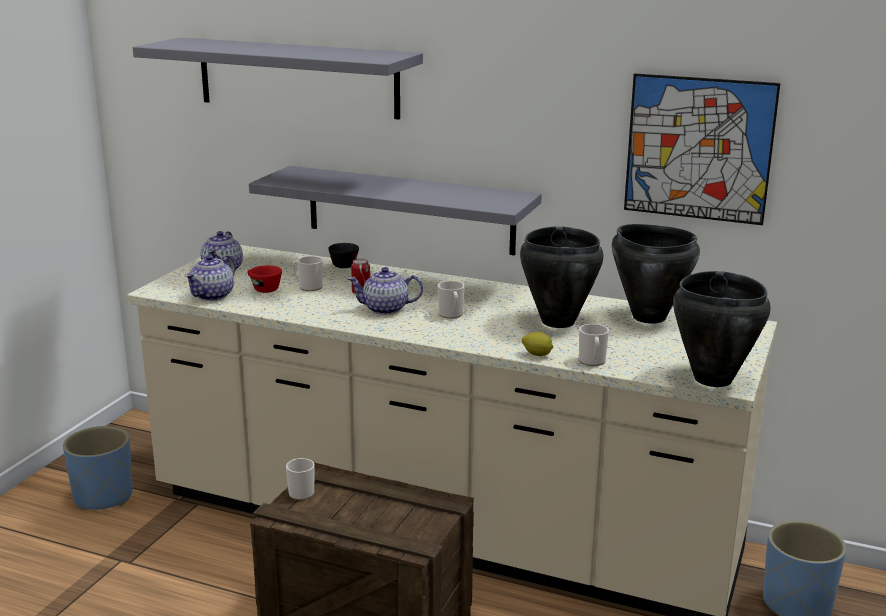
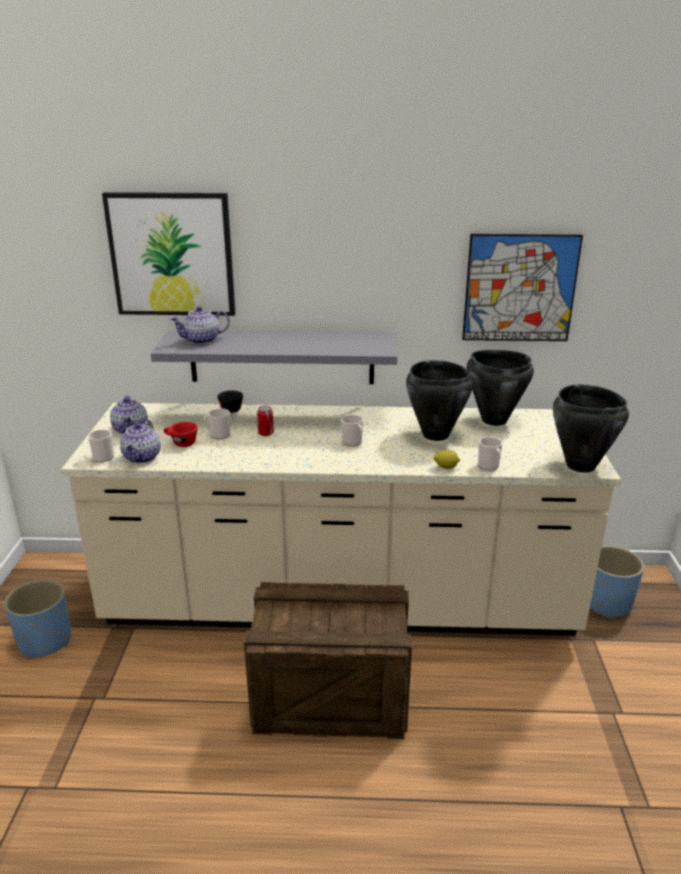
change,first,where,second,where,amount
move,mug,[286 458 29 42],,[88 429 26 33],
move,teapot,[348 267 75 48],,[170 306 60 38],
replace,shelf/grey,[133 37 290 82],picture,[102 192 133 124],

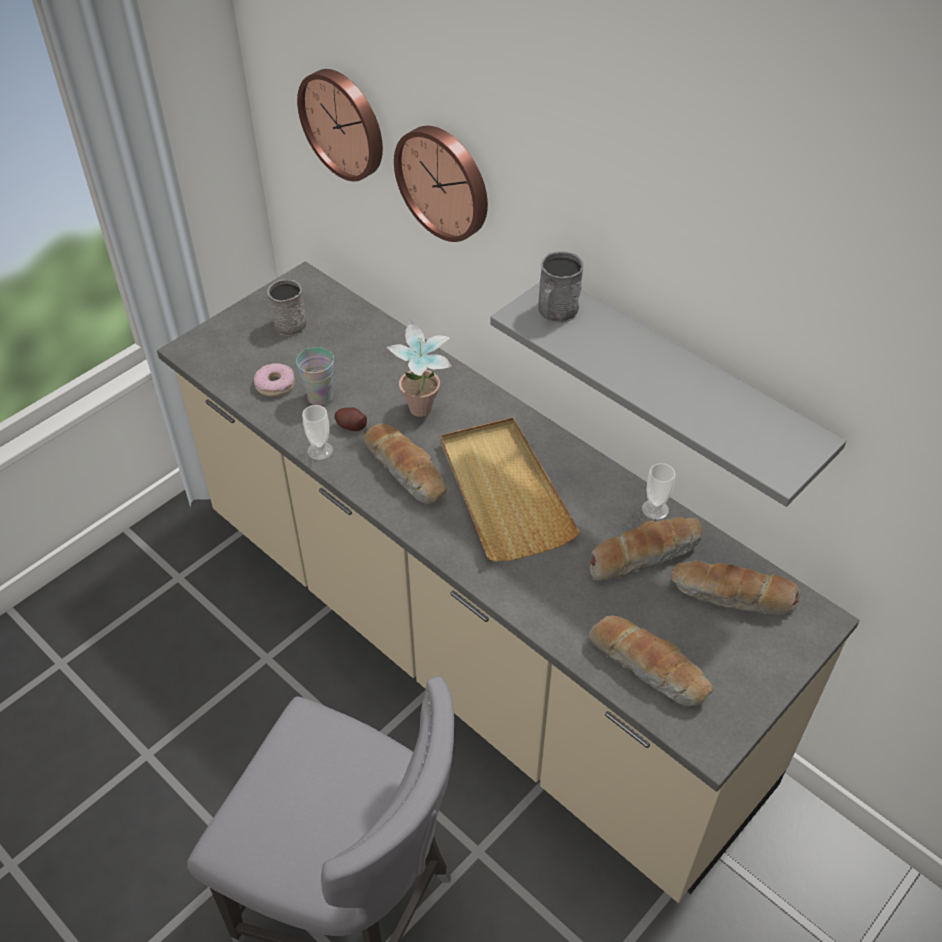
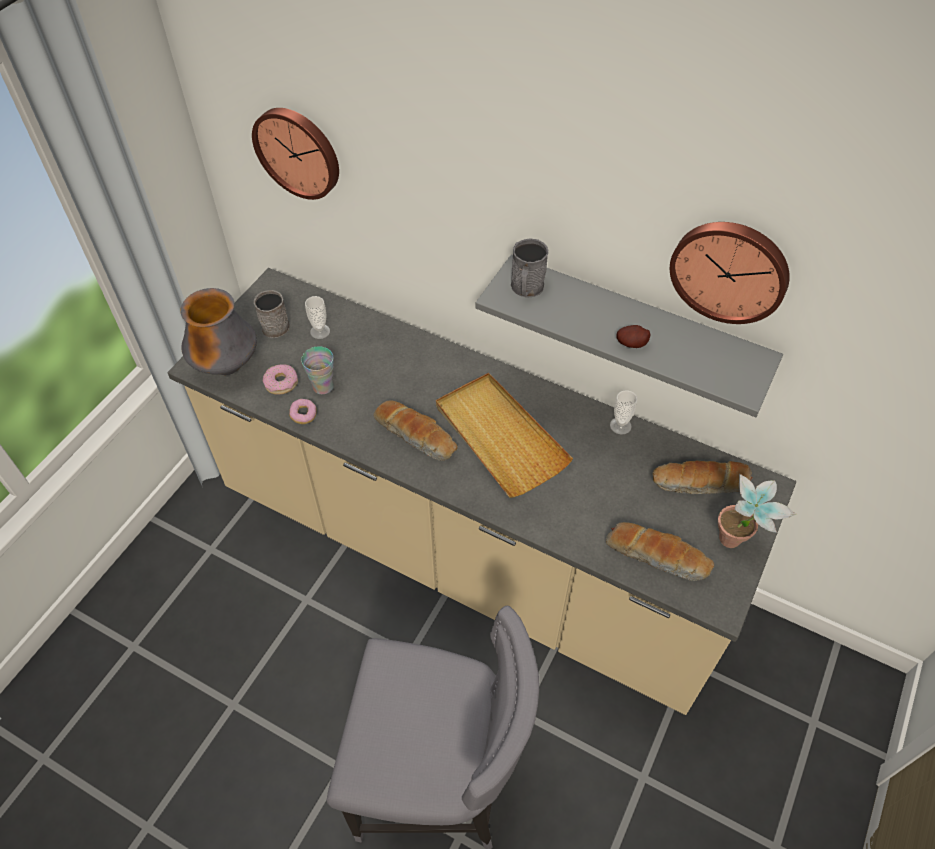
change,first,where,second,where,amount
delete,bread,[590 517 112 64],,,
insert,,,vase,[181 288 76 87],
insert,,,donut,[289 399 28 25],
move,cup,[302 405 31 55],,[305 296 25 43],
move,potato,[335 407 32 24],,[616 325 34 23],
move,potted plant,[387 319 65 98],,[718 474 78 74],
move,wall clock,[394 126 94 116],,[670 222 120 102],

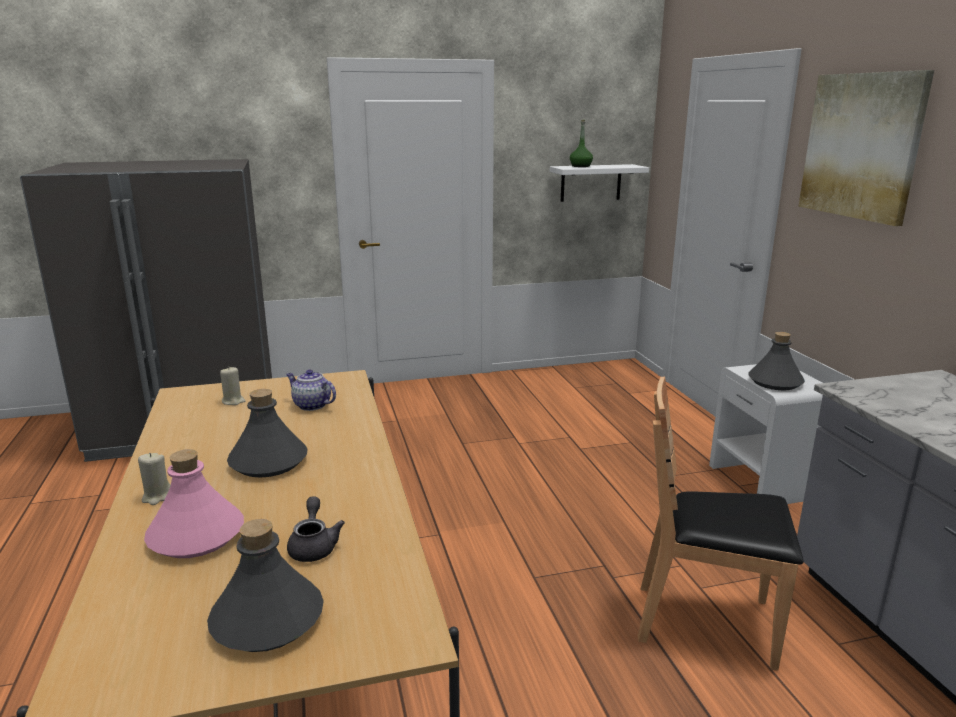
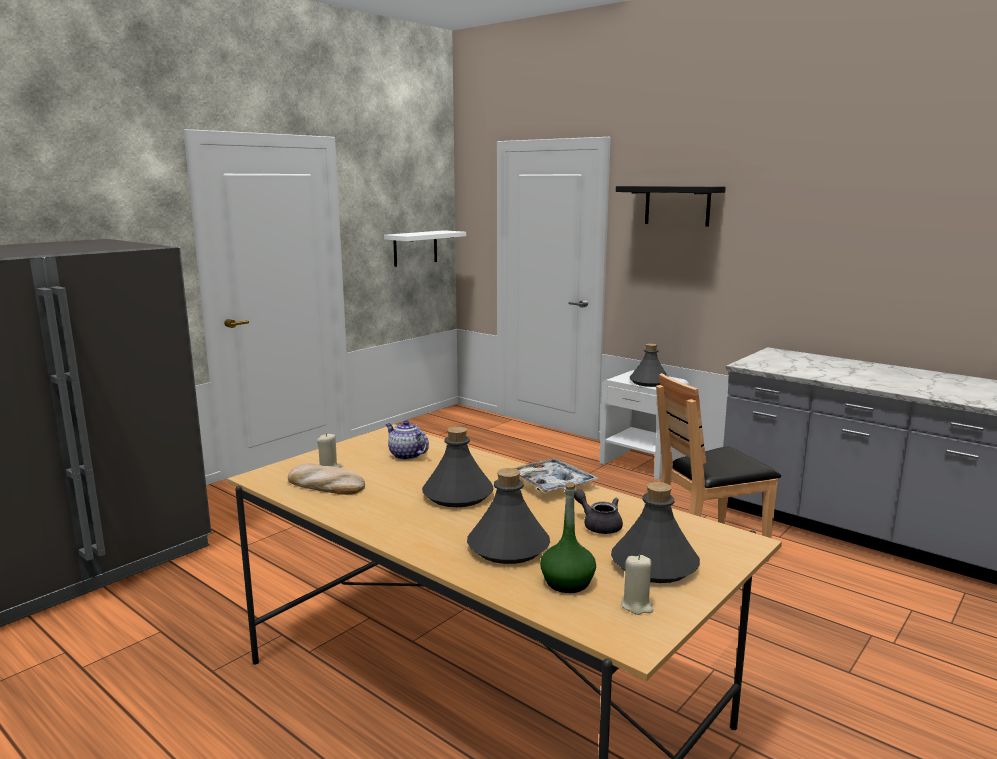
change,first,where,second,where,amount
insert,,,bread,[288 463 77 32],
insert,,,tray,[513 458 86 36],
move,candle/beige,[138 453 33 52],,[621 555 32 60],
move,bottle/green,[570 120 23 47],,[540 482 56 111],
replace,picture,[798 70 136 156],shelf/black,[616 186 110 40],
recolor,bottle/pink,[144 449 100 109],bottle/grey,[467 468 83 96],
rotate,teapot,[286 370 50 41],,[385 421 44 39],45 degrees clockwise

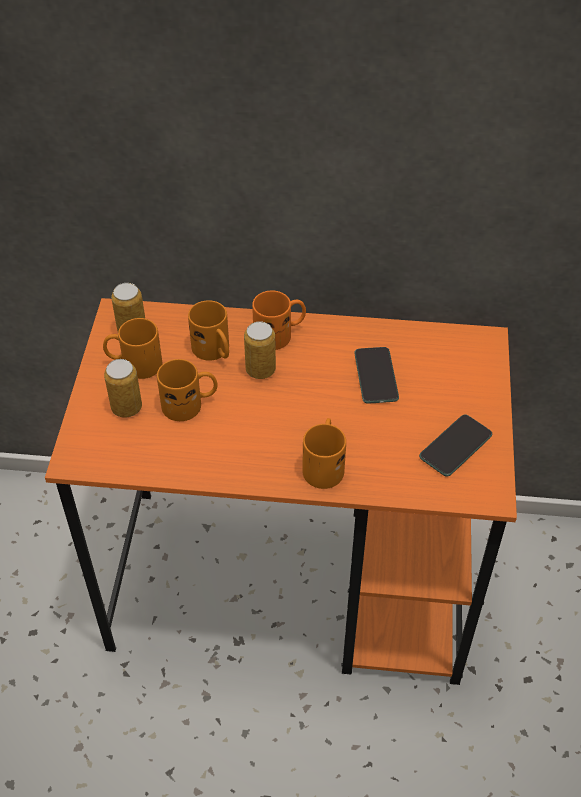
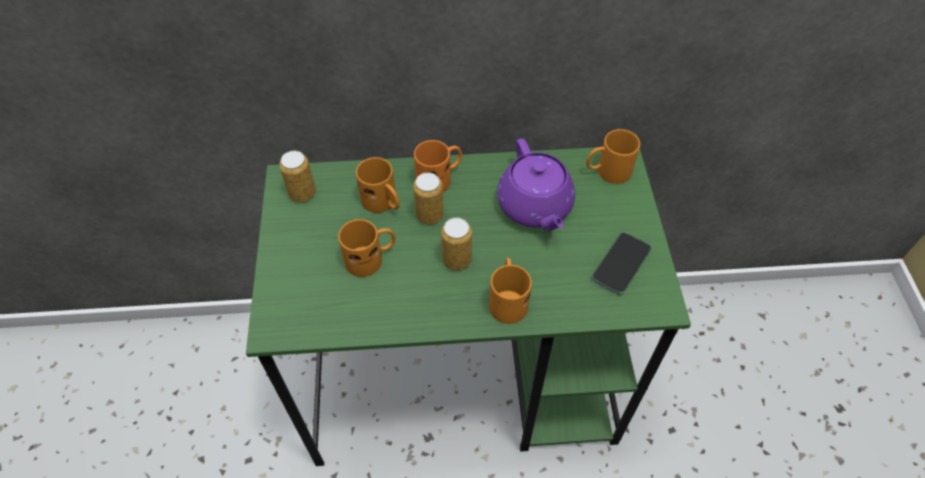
change,first,where,second,where,amount
move,mug/orange,[103 318 59 61],,[586 129 54 55],
move,can,[104 359 38 59],,[441 218 31 52],
replace,phone,[354 347 45 57],teapot/purple,[497 138 78 93],
recolor,desk/orange,[45 298 472 387],desk/green,[246 147 445 319],

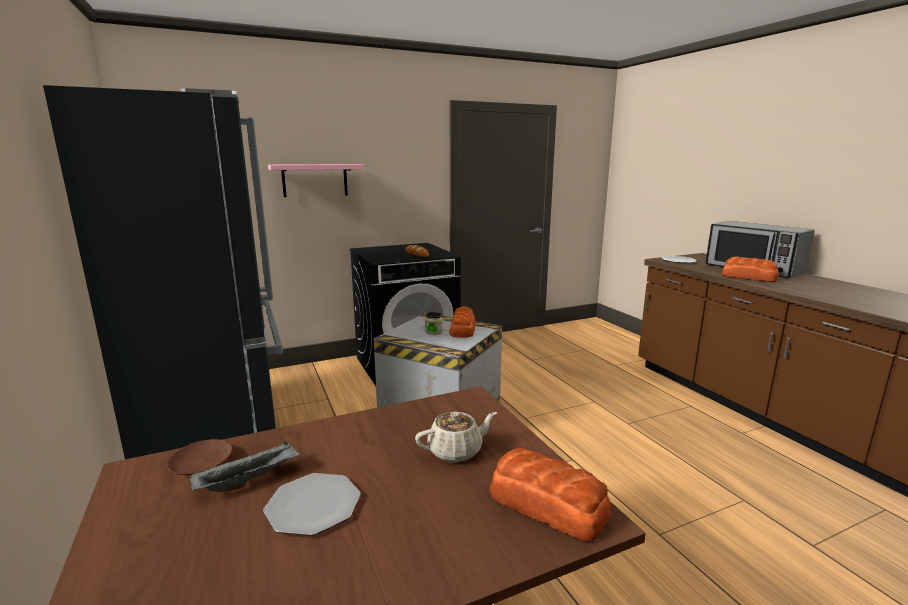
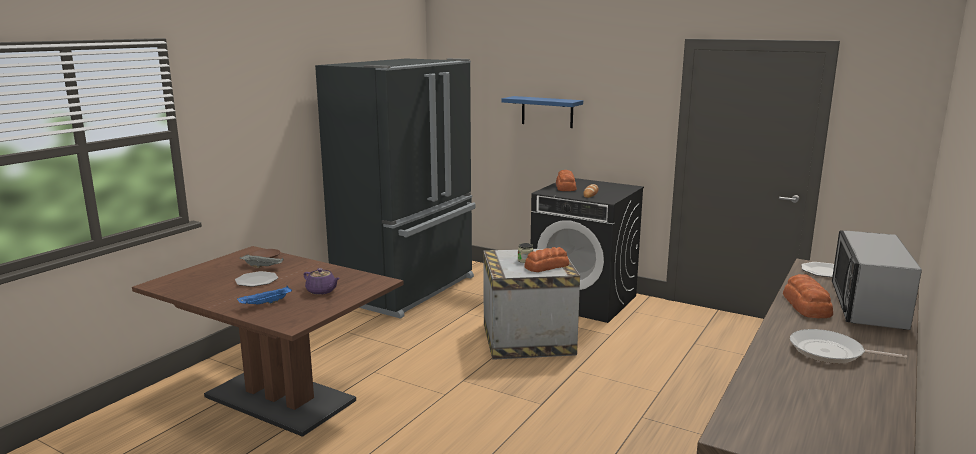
change,first,where,second,where,amount
insert,,,tray/blue,[237 286 55 18],
insert,,,frying pan,[790 329 117 34],
move,bread,[490 448 121 93],,[556 170 21 21],
recolor,shelf/pink,[268 164 96 33],shelf/blue,[501 96 82 32],
recolor,teapot/beige,[415 412 82 51],teapot/purple,[303 268 37 27],

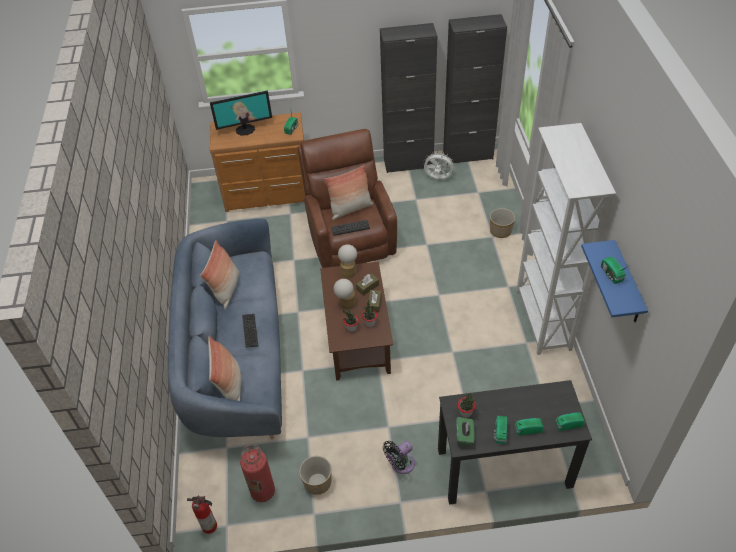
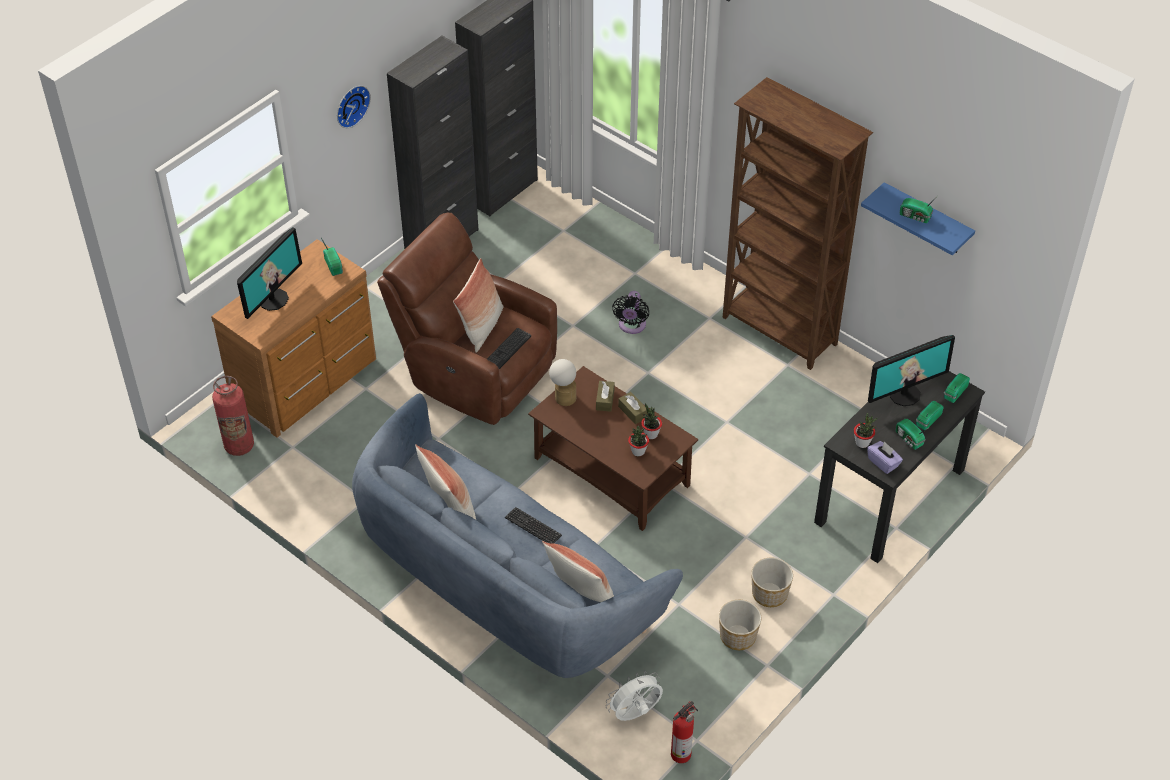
change,first,where,second,where,amount
delete,table lamp,[334 279 22 30],,,
insert,,,wall clock,[337 86 34 42],
insert,,,monitor,[868 335 87 71],
move,fire extinguisher,[240 445 35 57],,[212 376 42 80],
move,fan/black,[383 441 32 33],,[612 291 37 43],
move,fan/white,[423 151 33 29],,[606 671 57 50],
move,planter,[490 208 25 30],,[751 558 42 49],
recolor,tissue box/green,[456 417 18 29],tissue box/purple,[867 441 36 33],
recolor,bookcase/white,[516 123 100 232],bookcase/brown,[723 77 150 293],

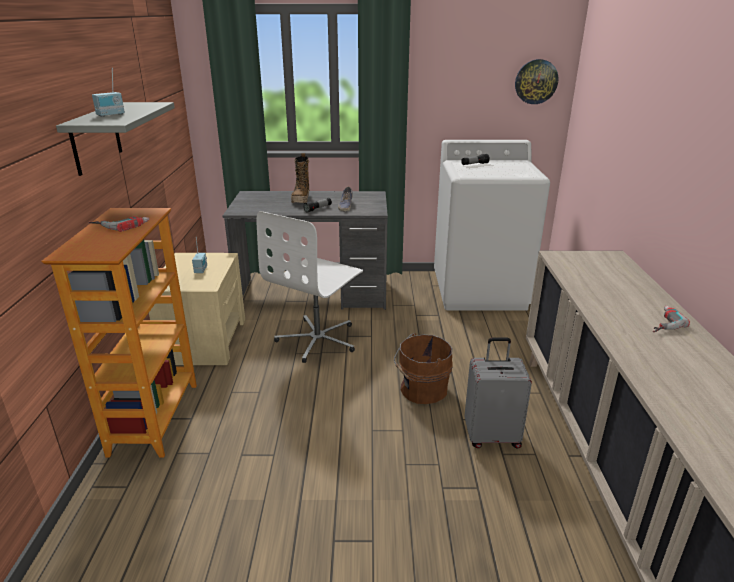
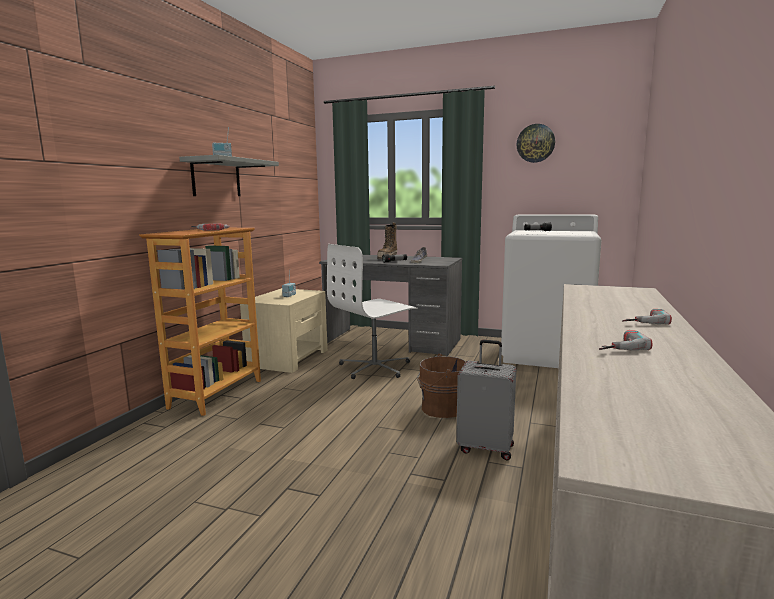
change,first,where,second,where,amount
insert,,,power drill,[599 330 53 21],
move,wall clock,[515 59 43 45],,[516 124 39 39],

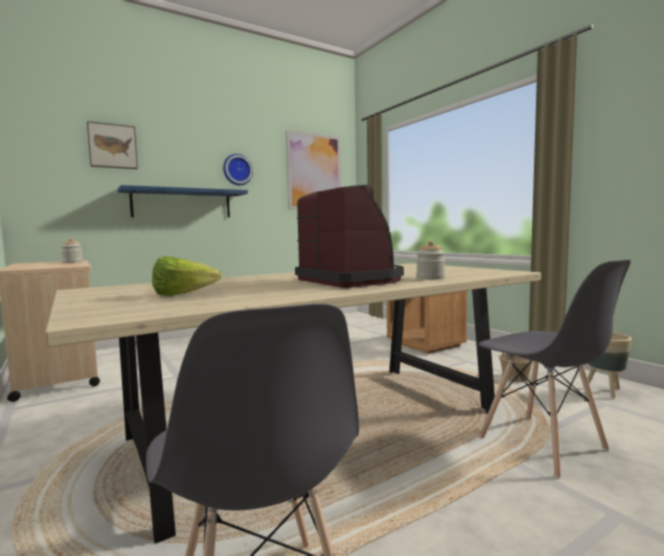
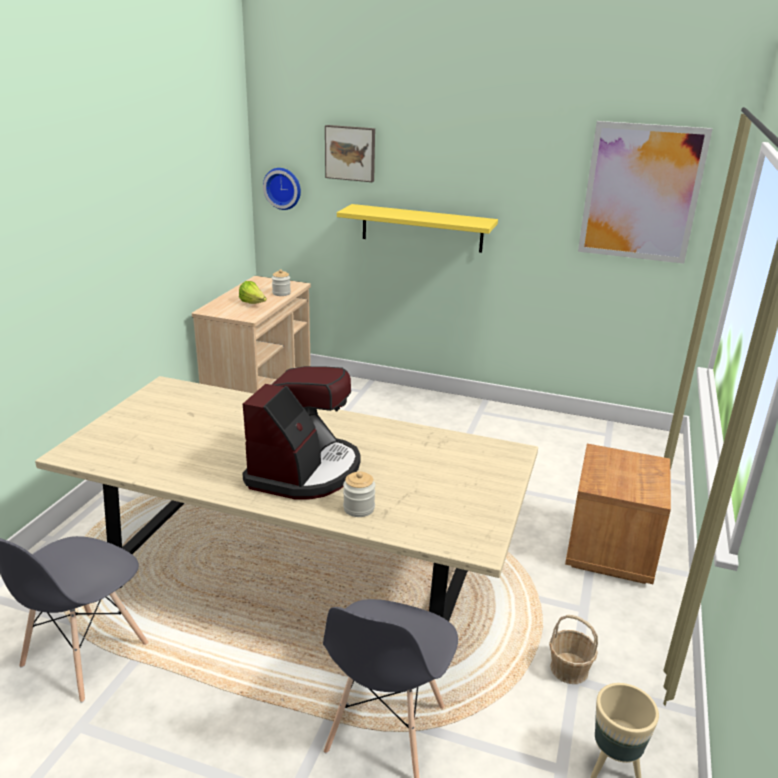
change,first,where,second,where,amount
move,lettuce,[152 256 70 40],,[239 281 28 23],
move,wall clock,[223 154 30 31],,[263 168 38 42],
recolor,shelf/blue,[117 185 131 33],shelf/yellow,[337 204 161 49],

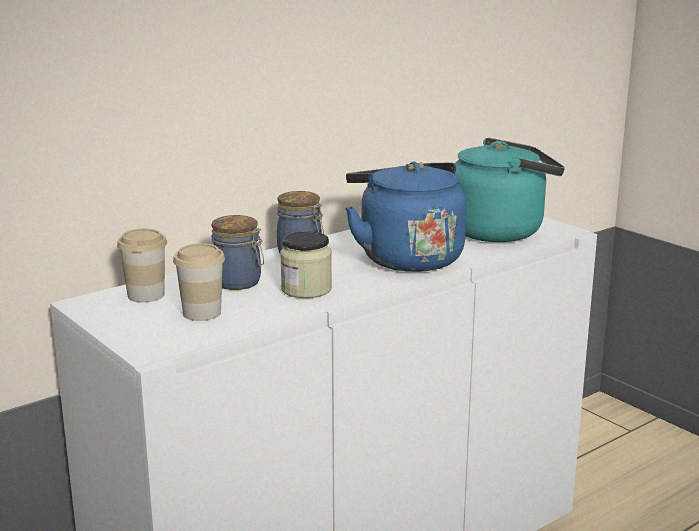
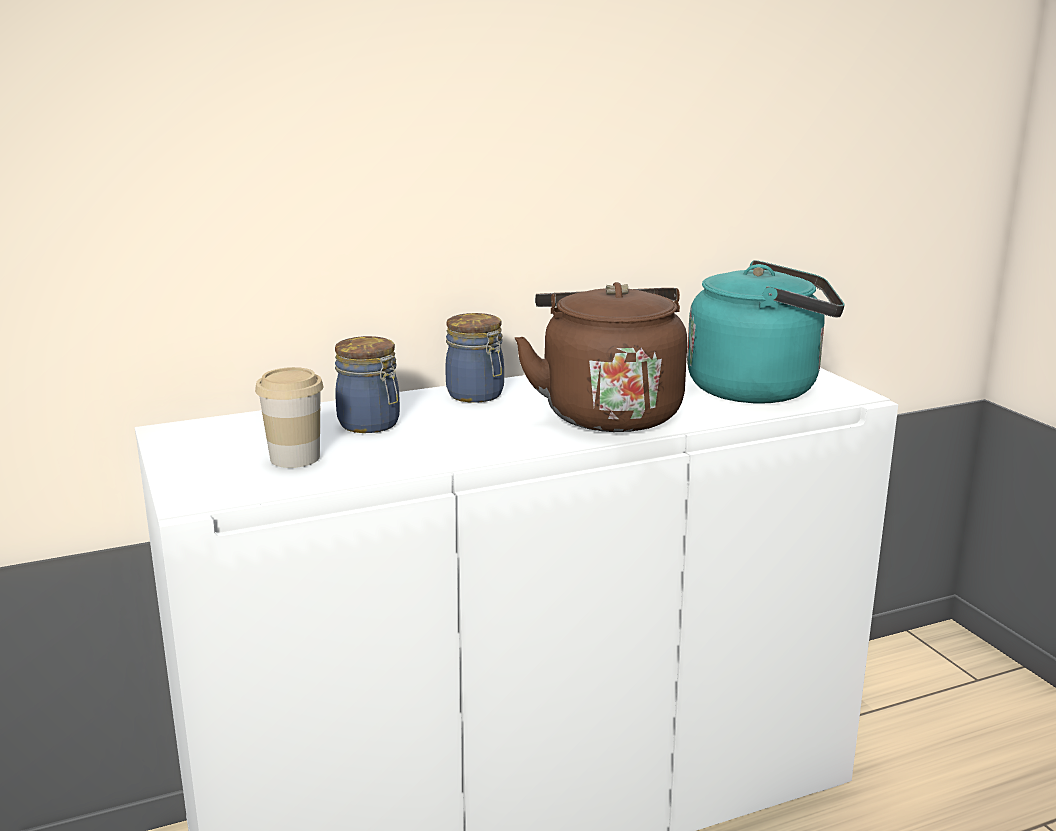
change,first,where,second,where,amount
delete,cup,[117 229 50 73],,,
delete,jar,[280 231 52 67],,,
recolor,kettle/blue,[345 161 122 111],kettle/brown,[515 282 172 150],

